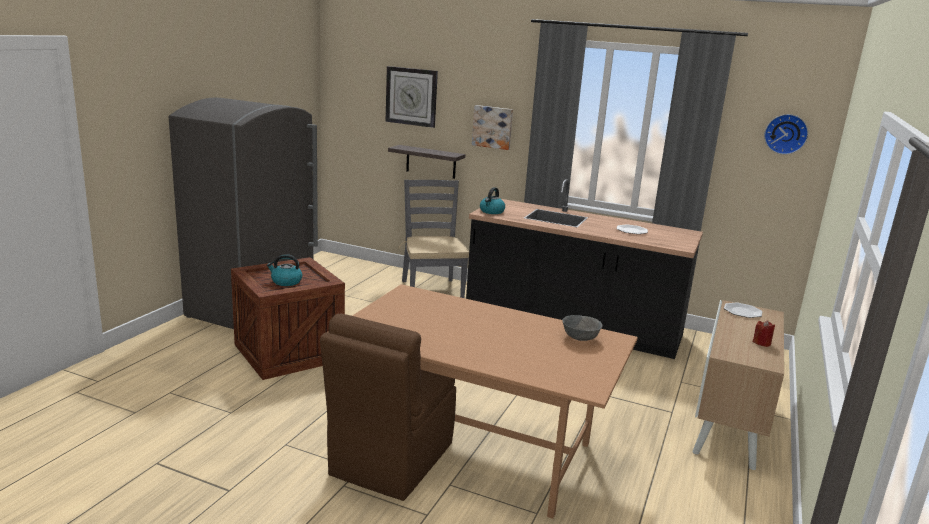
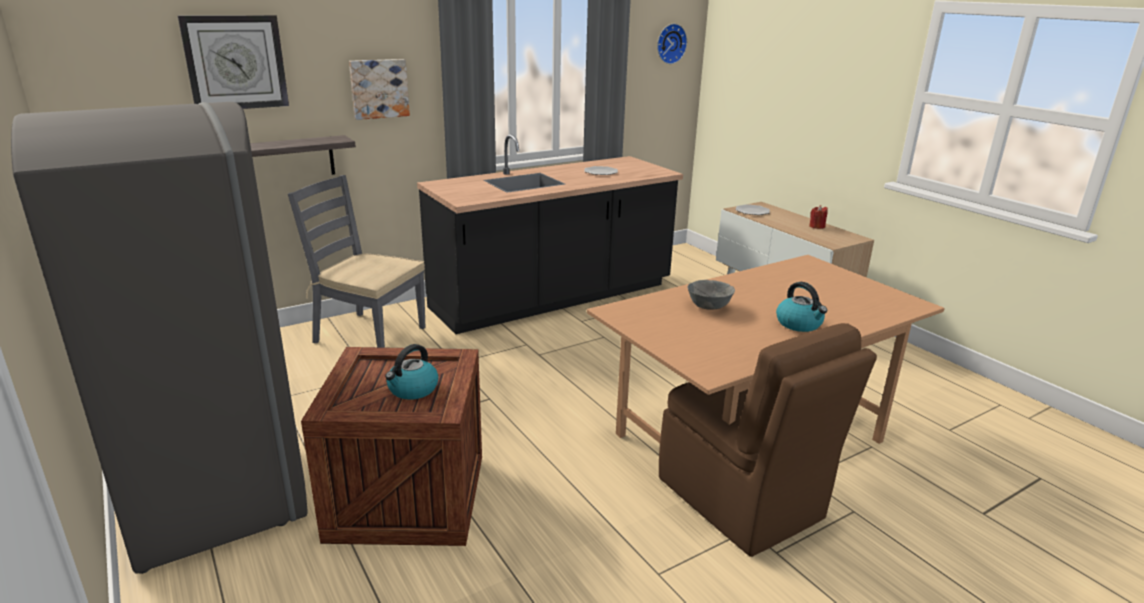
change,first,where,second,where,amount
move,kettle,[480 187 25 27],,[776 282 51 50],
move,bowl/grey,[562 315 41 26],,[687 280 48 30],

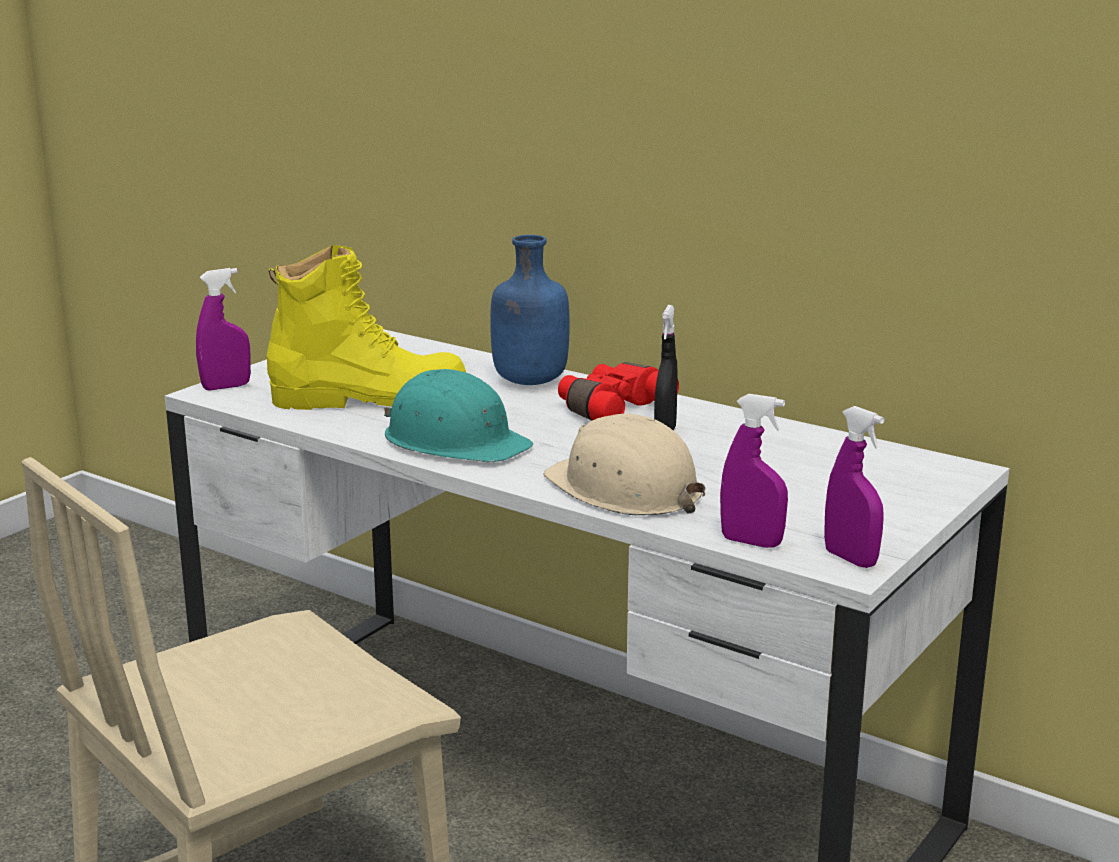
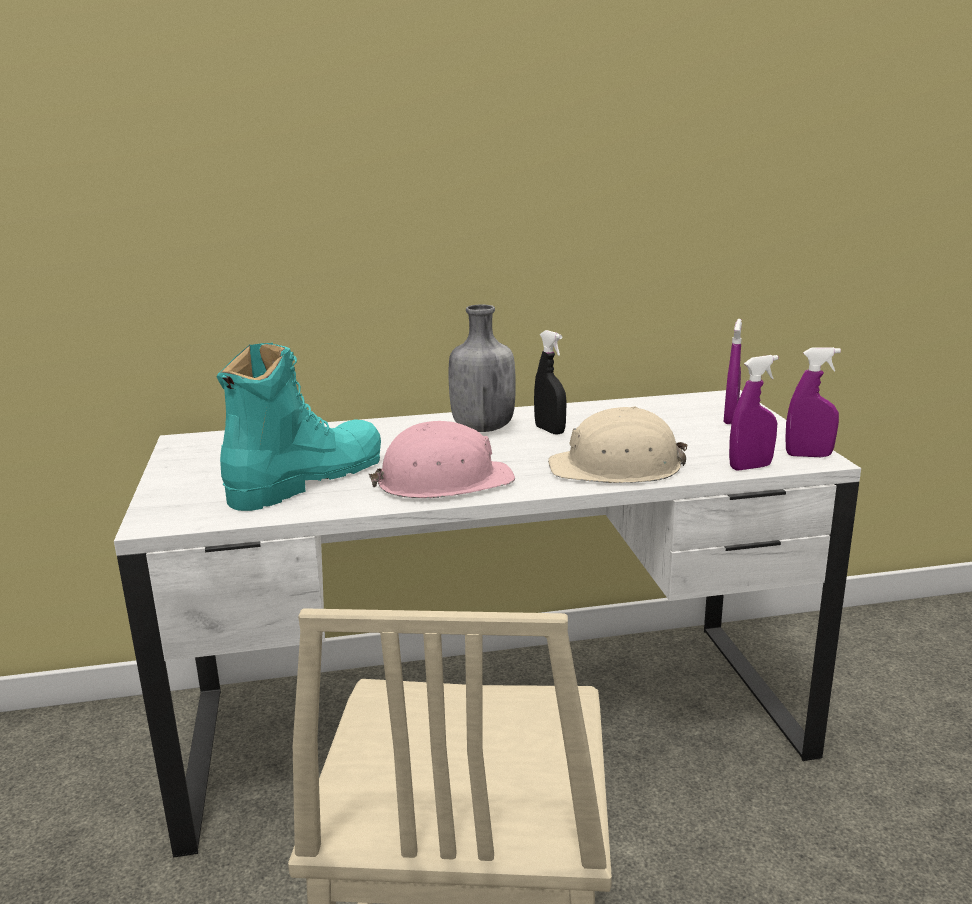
change,first,where,second,where,amount
delete,bottle/blue,[490 235 80 150],,,
move,spray bottle/purple,[196 268 55 123],,[724 319 18 105],
replace,binoculars/red,[558 362 121 59],bottle/grey,[449 304 67 128],
recolor,boot/yellow,[267 245 199 165],boot/turquoise,[216 343 165 168],
recolor,hard hat/turquoise,[384 369 149 94],hard hat/pink,[369 421 146 77],

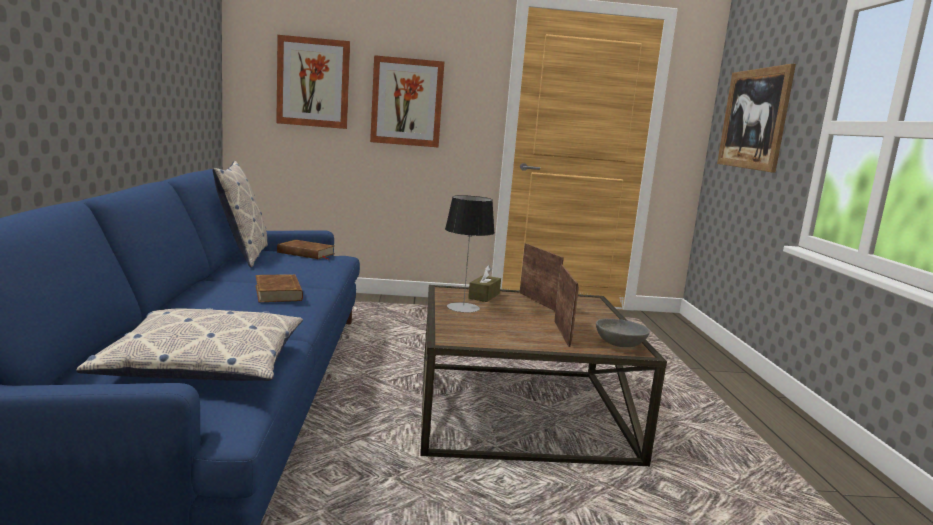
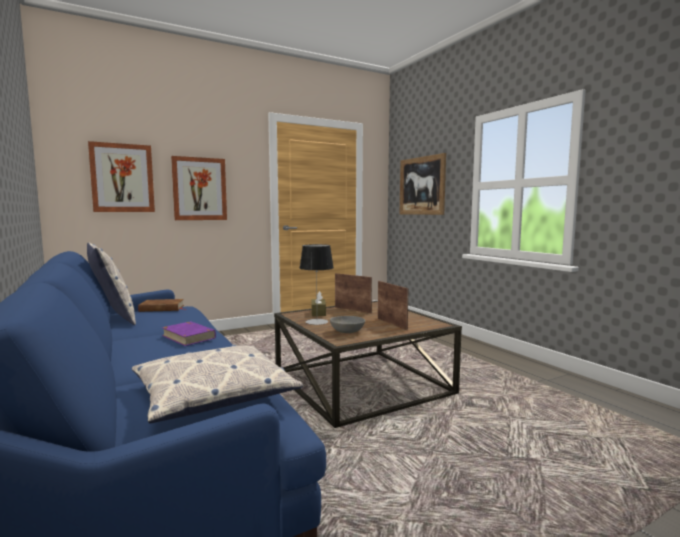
change,first,where,second,where,amount
move,bowl/grey,[596 319 54 28],,[330 316 35 17],
recolor,book/brown,[255 274 48 28],book/purple,[161 321 55 25],

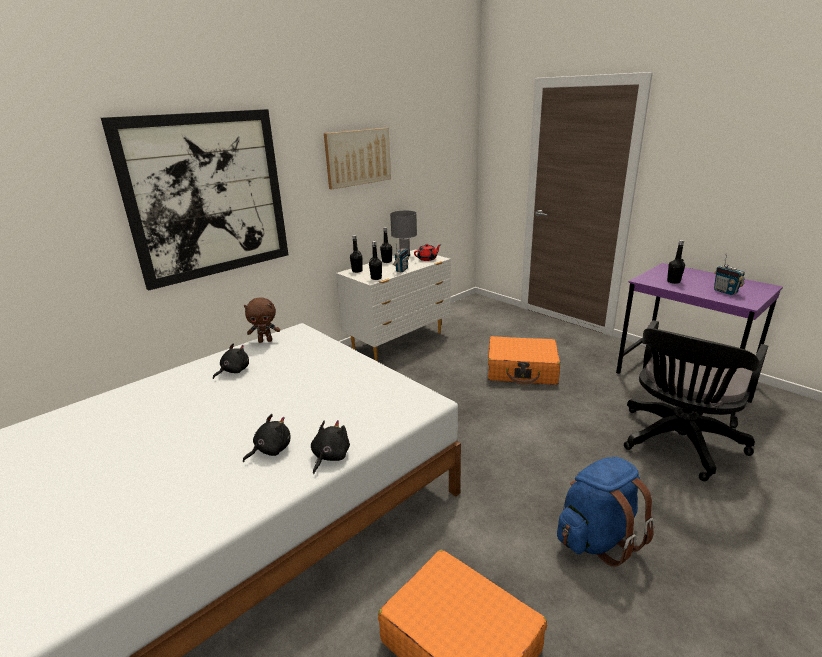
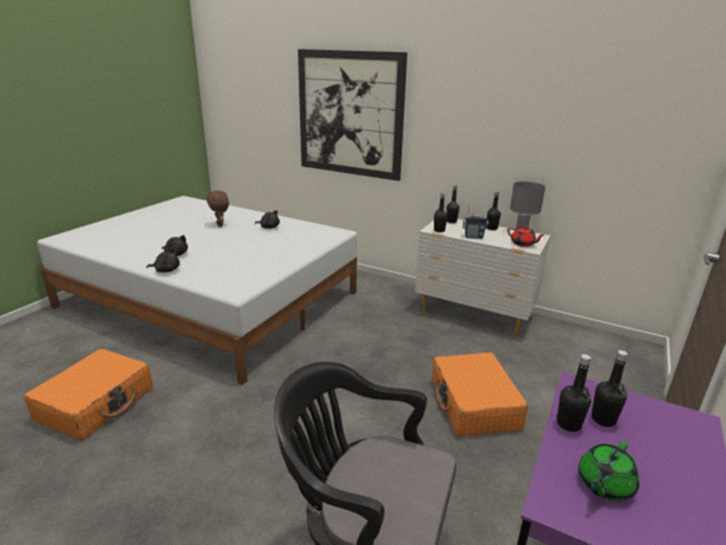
change,first,where,second,where,amount
delete,picture,[324 128 67 61],,,
delete,backpack/blue,[557 457 98 110],,,
insert,,,bottle/black,[556 354 35 78],
move,plush toy/brown,[244 297 36 46],,[206 191 23 36],
replace,radio,[714 255 31 40],teapot/green,[578 441 62 60],

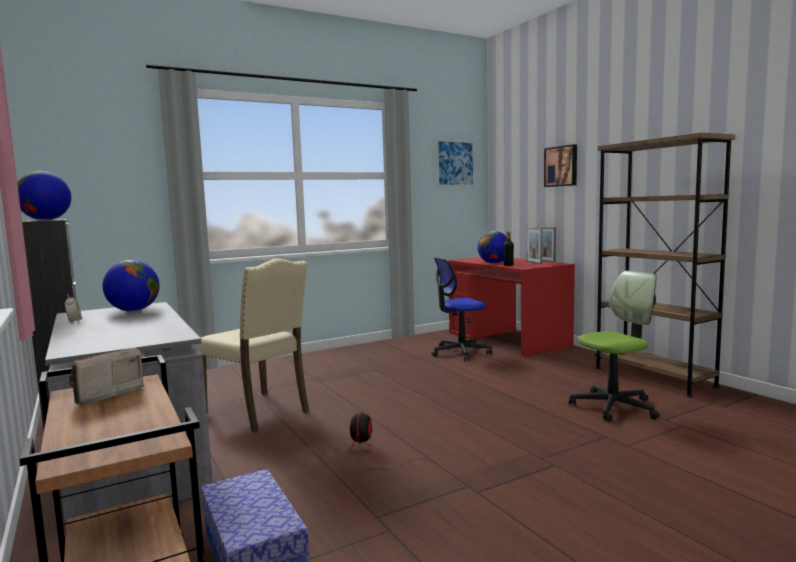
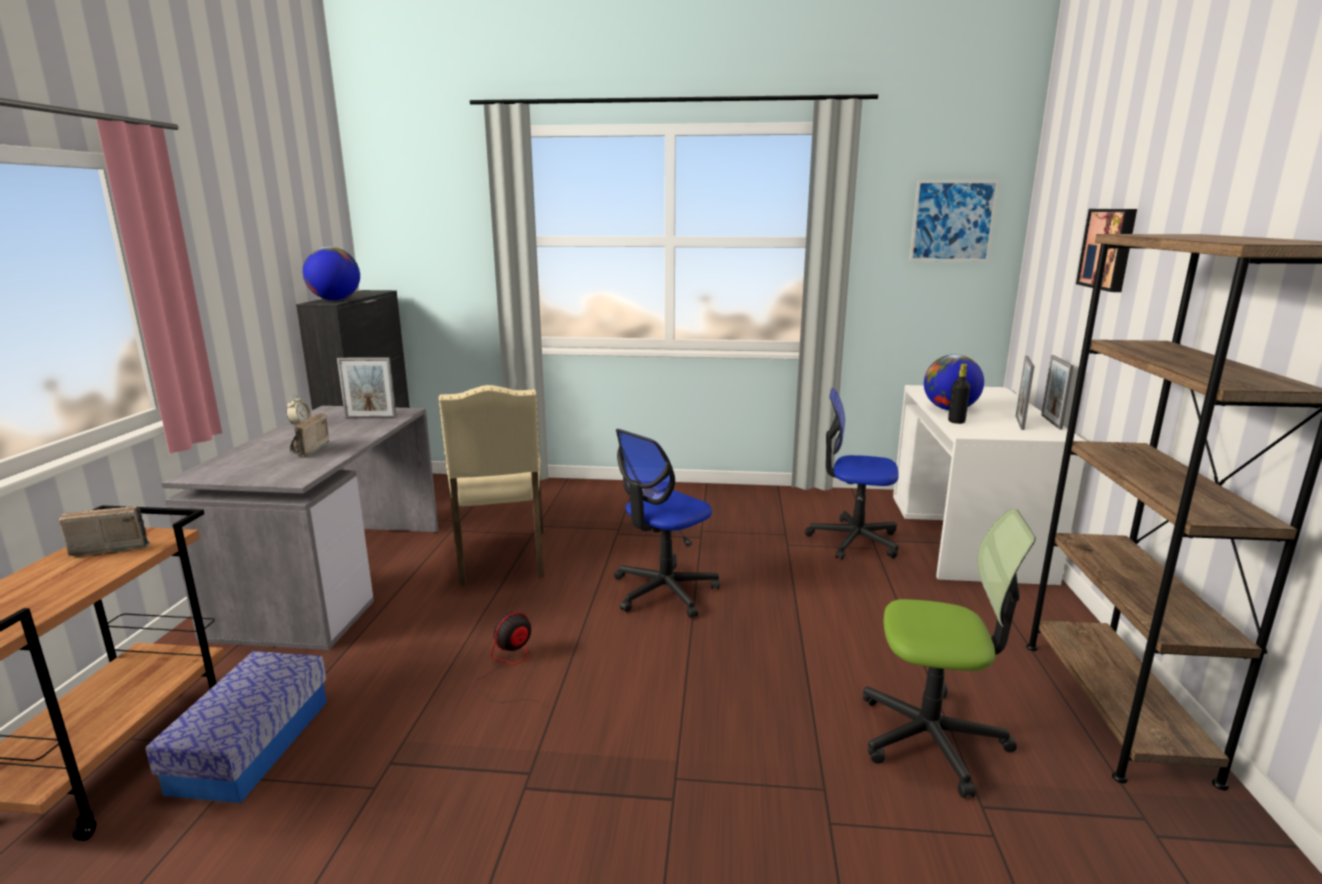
change,first,where,second,where,amount
insert,,,radio,[289 413 41 45],
insert,,,office chair,[614 429 106 189],
replace,globe,[102 260 58 51],picture frame,[337 357 60 62],
recolor,desk/red,[448 257 127 100],desk/white,[893 385 192 200],

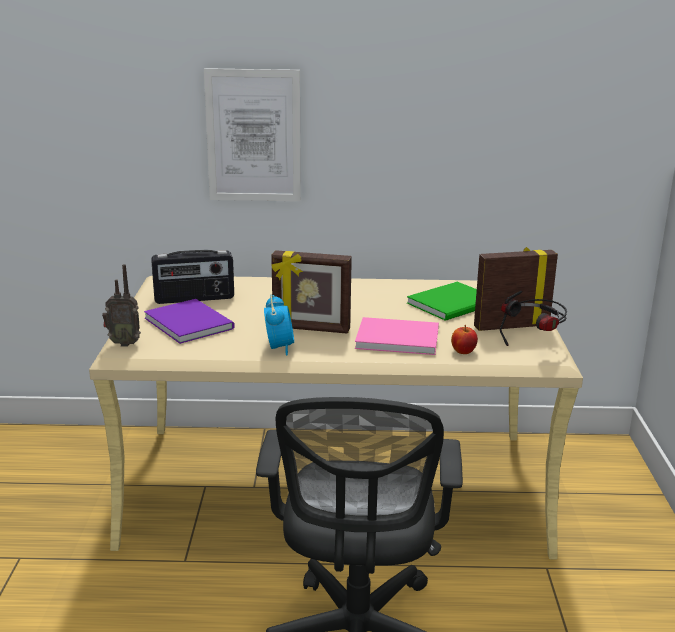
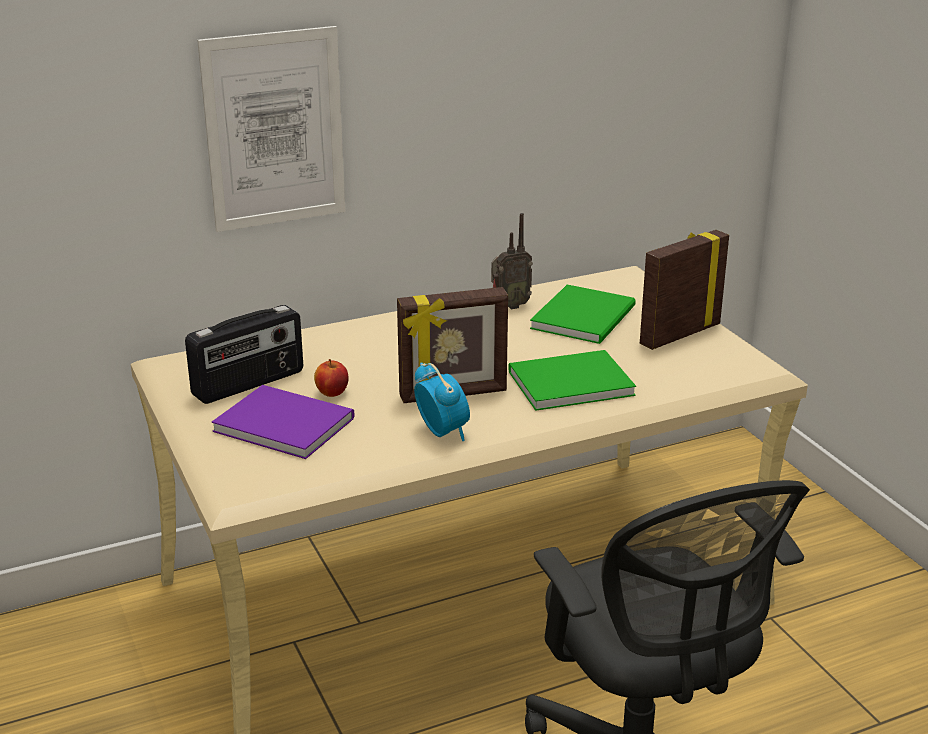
change,first,where,second,where,amount
delete,headphones,[500 291 67 55],,,
move,radio,[102 264 39 83],,[491 213 42 96],
move,apple,[451 325 27 29],,[314 359 35 38],
recolor,book/pink,[355 317 84 38],book/green,[508 350 128 61],

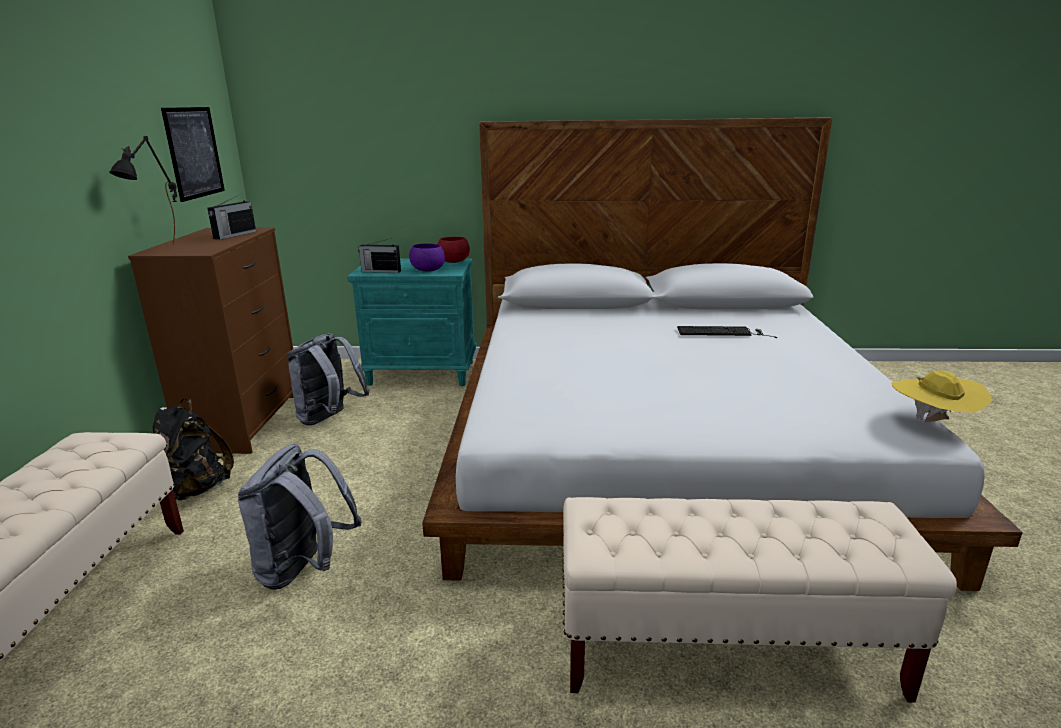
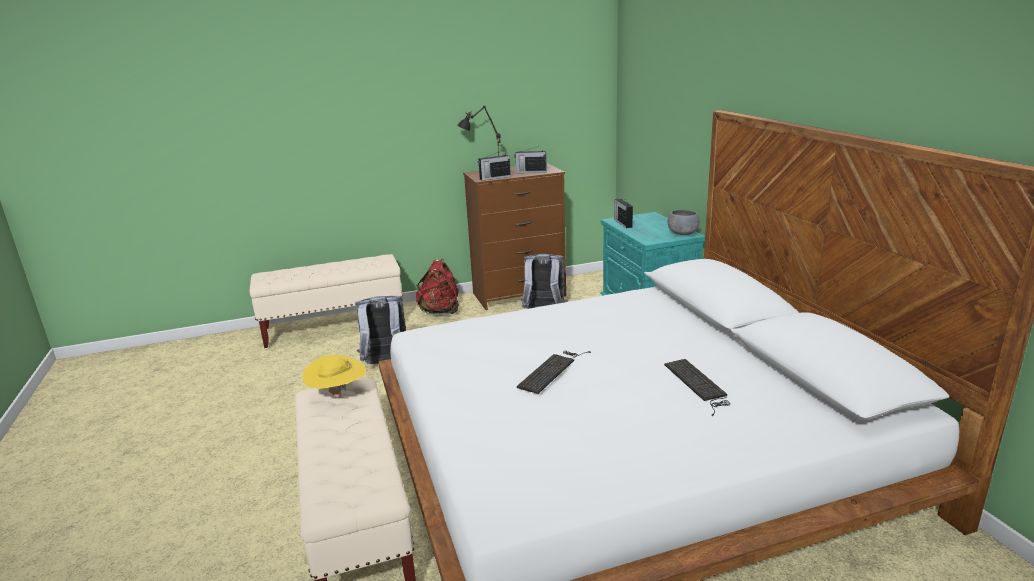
change,first,where,second,where,amount
delete,picture,[161 107 64 95],,,
delete,bowl/purple,[409 243 36 28],,,
insert,,,radio,[478 151 33 30],
insert,,,keyboard,[517 351 74 43],
move,hat/yellow,[891 370 101 52],,[303 355 63 42],
recolor,backpack/black,[153 398 81 102],backpack/red,[415 259 44 55],
recolor,bowl/red,[437 237 33 26],bowl/grey,[668 210 32 25],

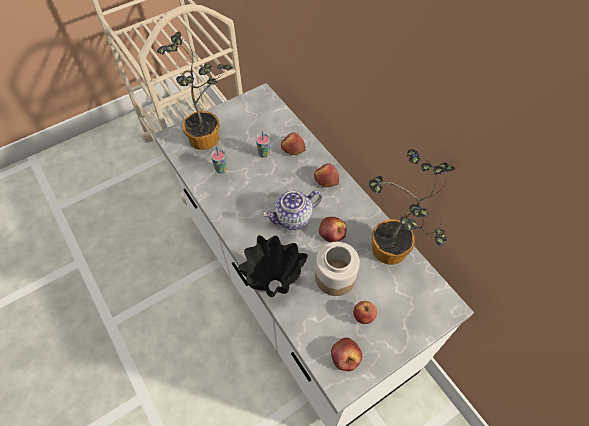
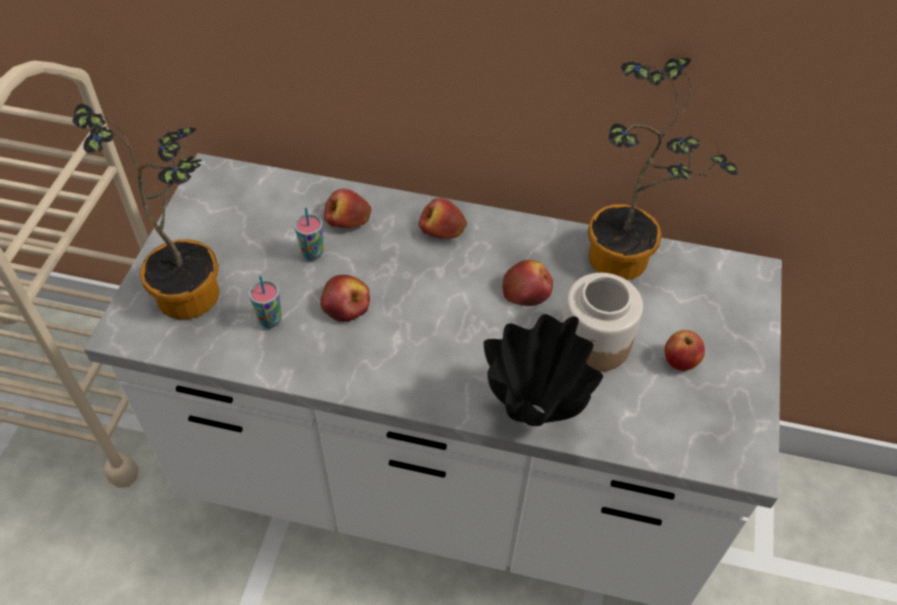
change,first,where,second,where,amount
delete,teapot,[263 191 59 39],,,
move,apple,[331 337 31 34],,[320 275 50 47],

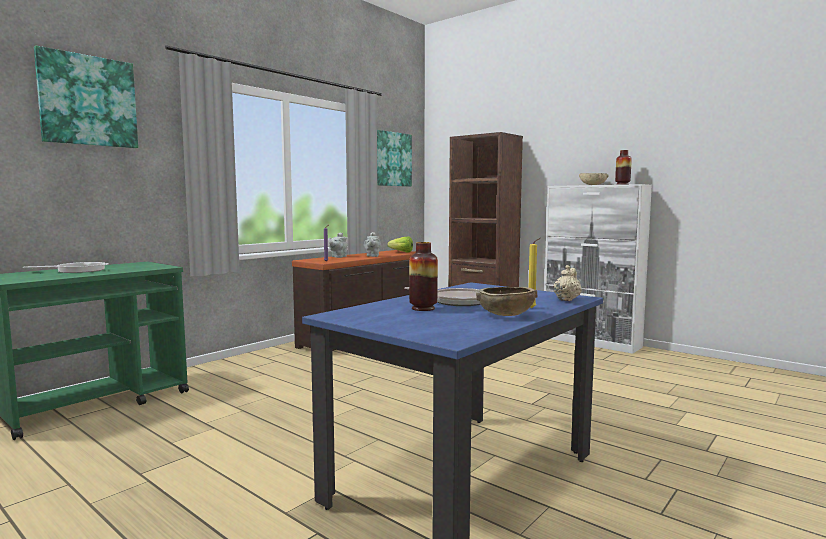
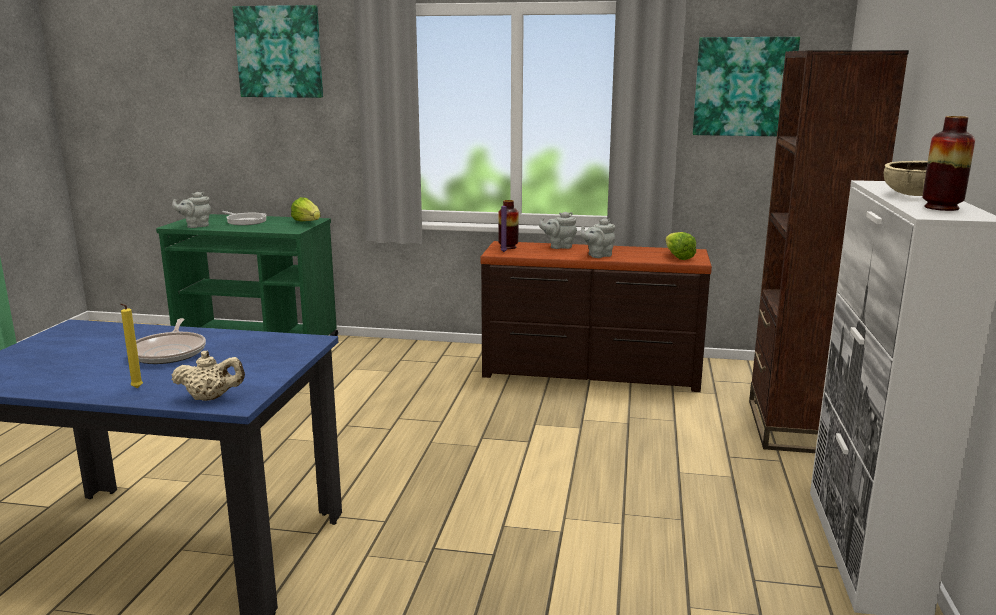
change,first,where,second,where,amount
delete,bowl/brown,[476 287 62 29],,,
insert,,,teapot/grey,[172 192 39 36],
insert,,,lettuce,[291 197 29 25],
move,vase,[409 242 29 69],,[498 200 21 49],

